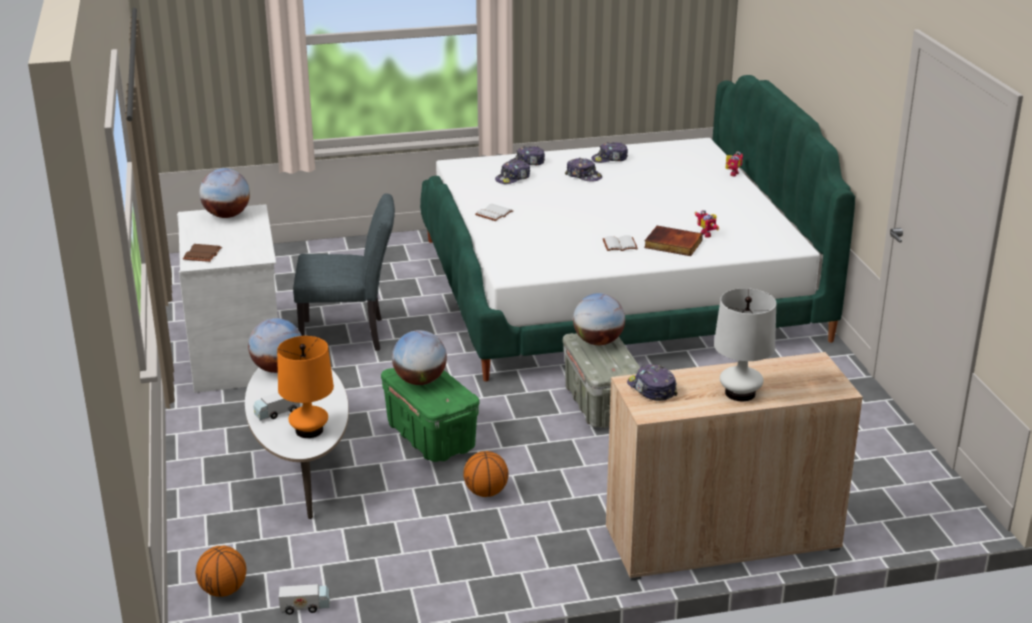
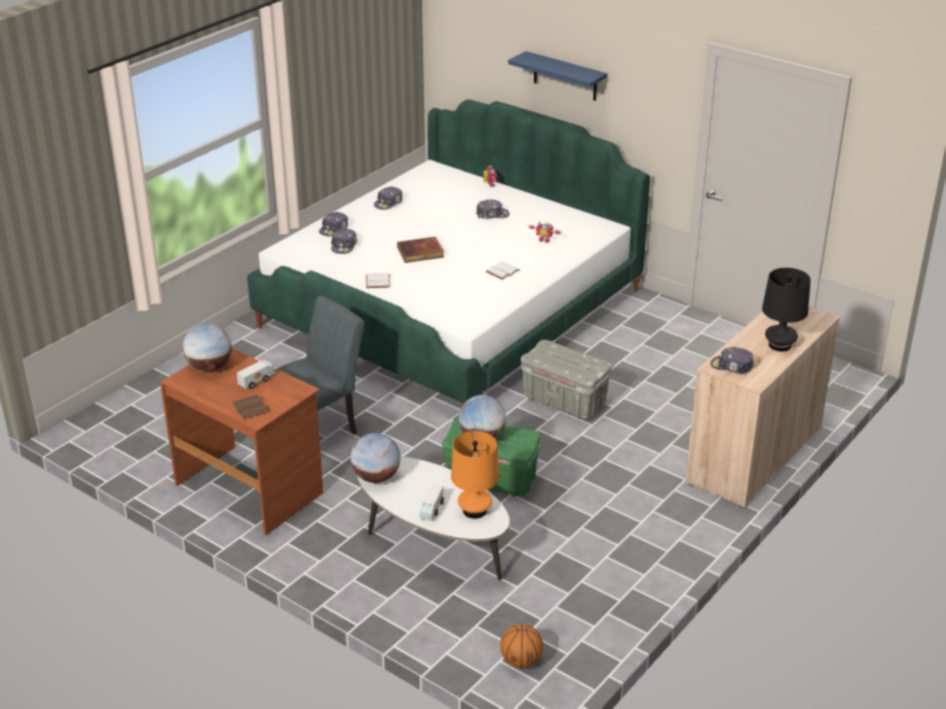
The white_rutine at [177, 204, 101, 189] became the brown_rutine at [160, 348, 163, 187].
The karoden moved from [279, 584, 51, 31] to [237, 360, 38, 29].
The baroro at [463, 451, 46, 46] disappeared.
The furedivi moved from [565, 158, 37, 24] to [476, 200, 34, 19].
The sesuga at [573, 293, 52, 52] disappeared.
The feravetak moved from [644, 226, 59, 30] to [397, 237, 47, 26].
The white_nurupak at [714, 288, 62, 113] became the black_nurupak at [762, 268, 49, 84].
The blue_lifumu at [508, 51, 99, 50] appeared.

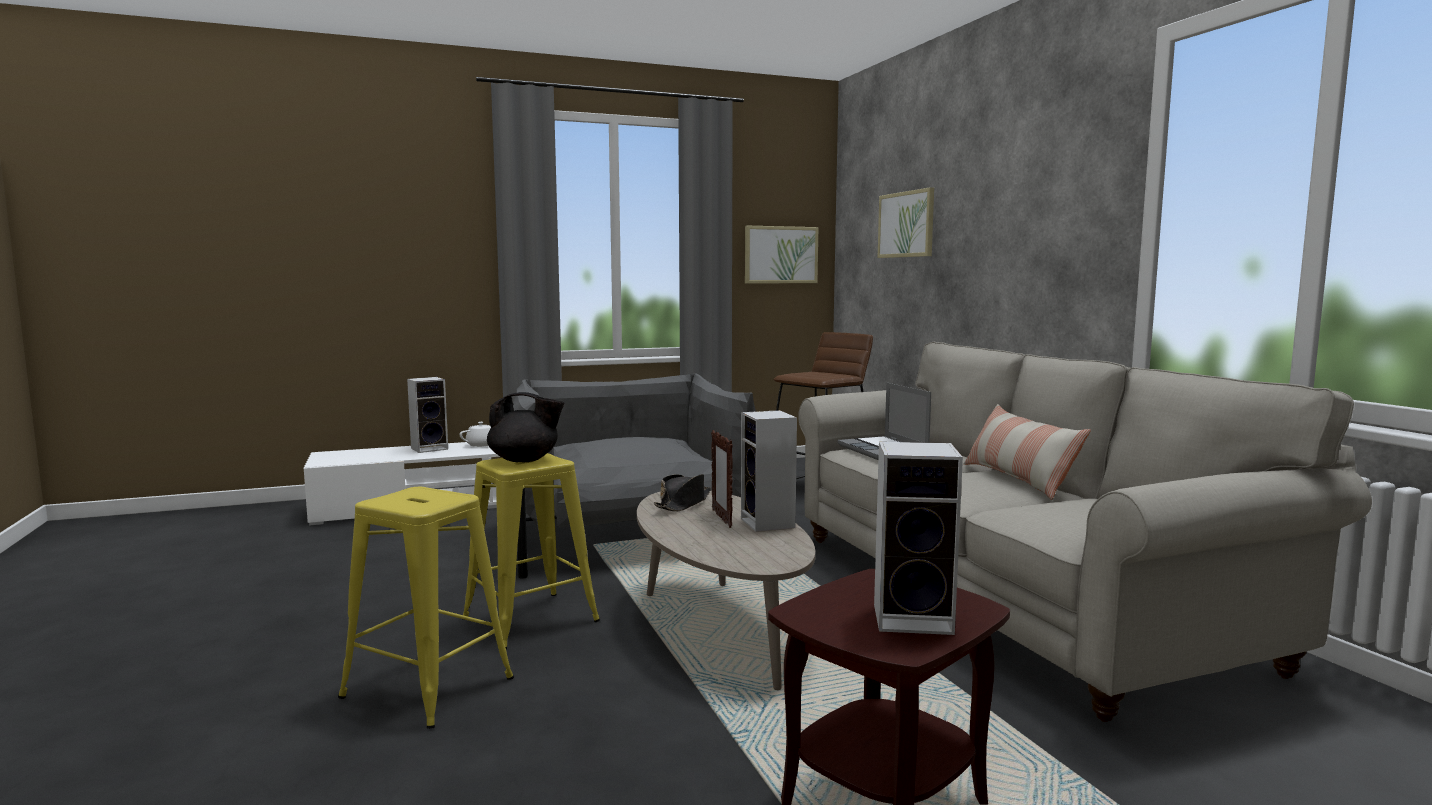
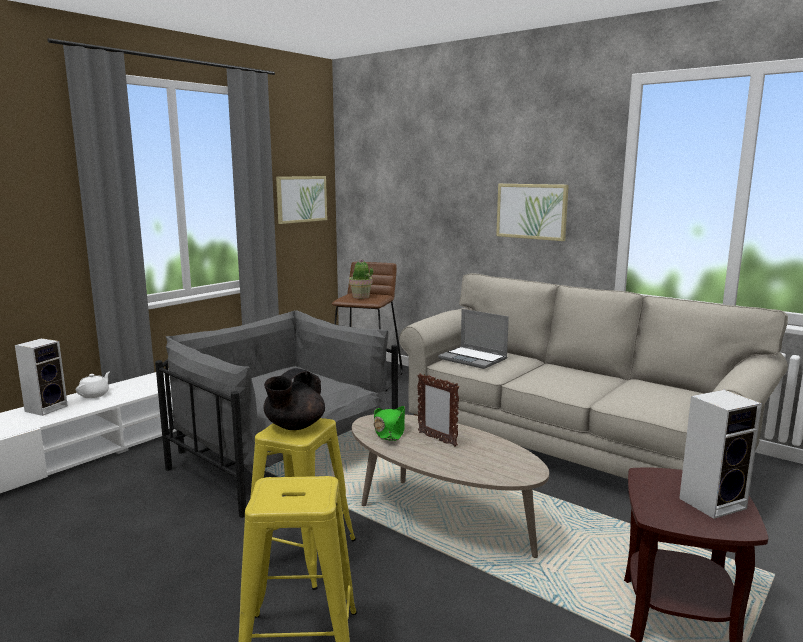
The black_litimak at [487, 392, 77, 70] turned 150 degrees clockwise.
The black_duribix at [654, 474, 57, 37] became the green_duribix at [373, 406, 32, 35].
The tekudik at [741, 410, 56, 122] disappeared.
The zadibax moved from [878, 187, 56, 71] to [496, 184, 73, 57].
The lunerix at [964, 404, 127, 96] disappeared.
The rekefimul at [349, 259, 24, 40] appeared.

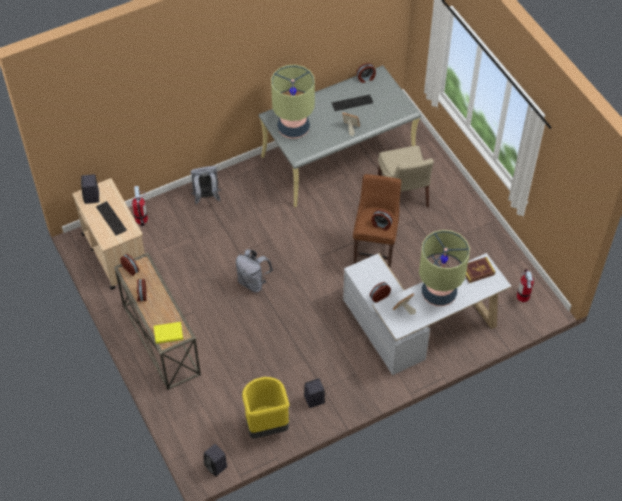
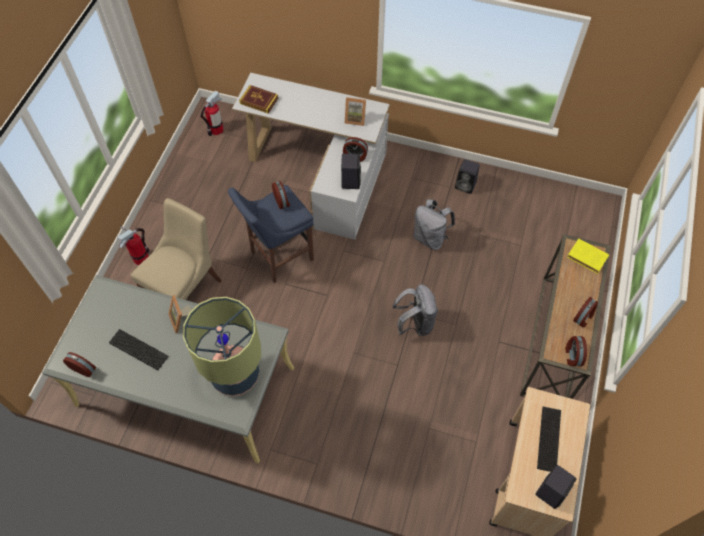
The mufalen moved from [132, 186, 16, 40] to [117, 226, 33, 39].
The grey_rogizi moved from [190, 166, 31, 38] to [413, 199, 42, 51].
The black_tekudik moved from [204, 444, 23, 33] to [341, 154, 20, 35].
The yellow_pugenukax at [242, 377, 48, 61] disappeared.
The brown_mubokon at [353, 174, 48, 95] became the blue_mubokon at [228, 185, 86, 98].
The nurupak at [419, 230, 51, 76] disappeared.

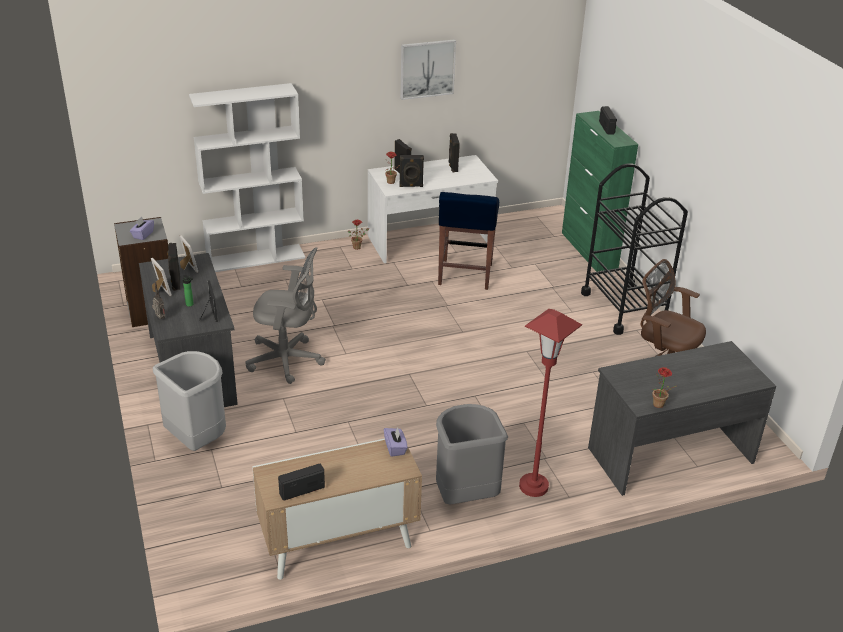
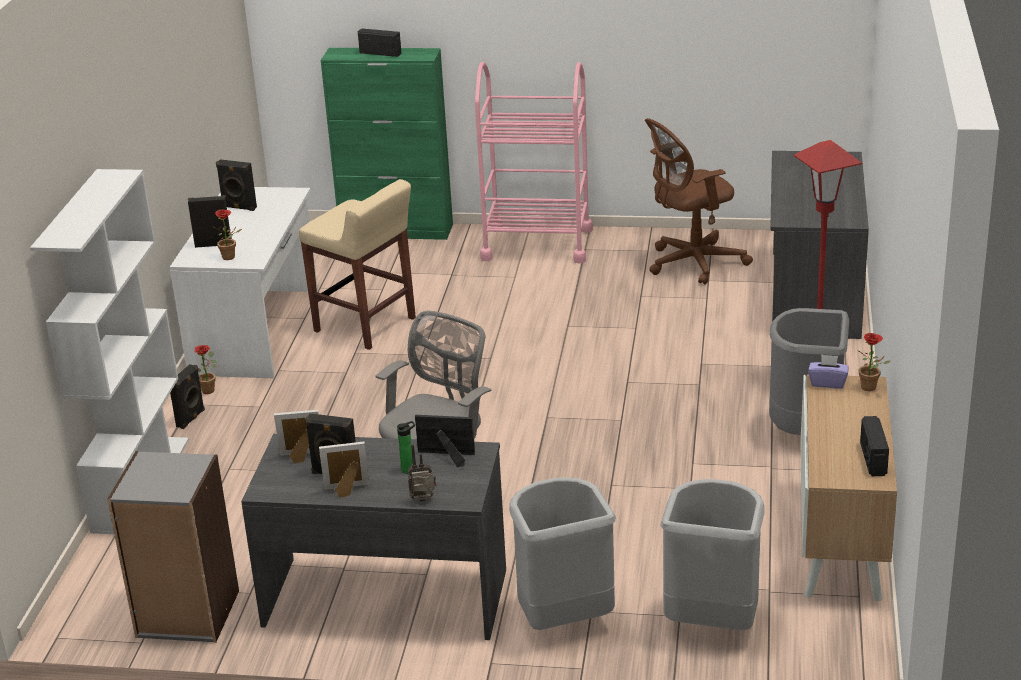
The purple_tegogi at [130, 217, 24, 23] disappeared.
The black_tekudik moved from [399, 155, 25, 32] to [170, 364, 35, 65].
The zadibax at [401, 39, 55, 61] disappeared.
The blue_mubokon at [438, 192, 61, 98] became the beige_mubokon at [299, 179, 117, 171].
The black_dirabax at [581, 164, 107, 171] became the pink_dirabax at [475, 62, 118, 202].
The rekefimul moved from [652, 367, 25, 41] to [857, 333, 33, 58].
The grey_pugenukax at [660, 479, 105, 151] appeared.

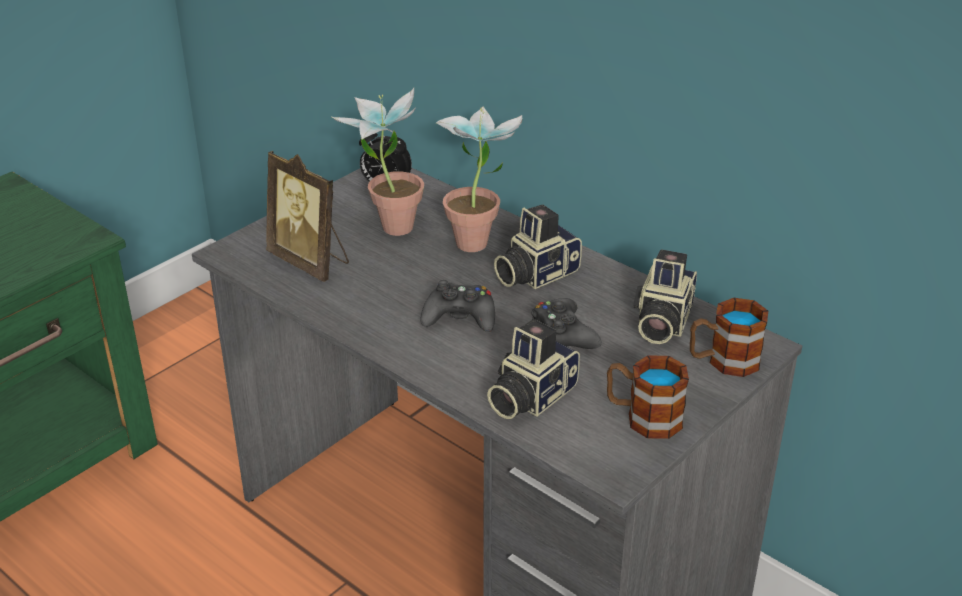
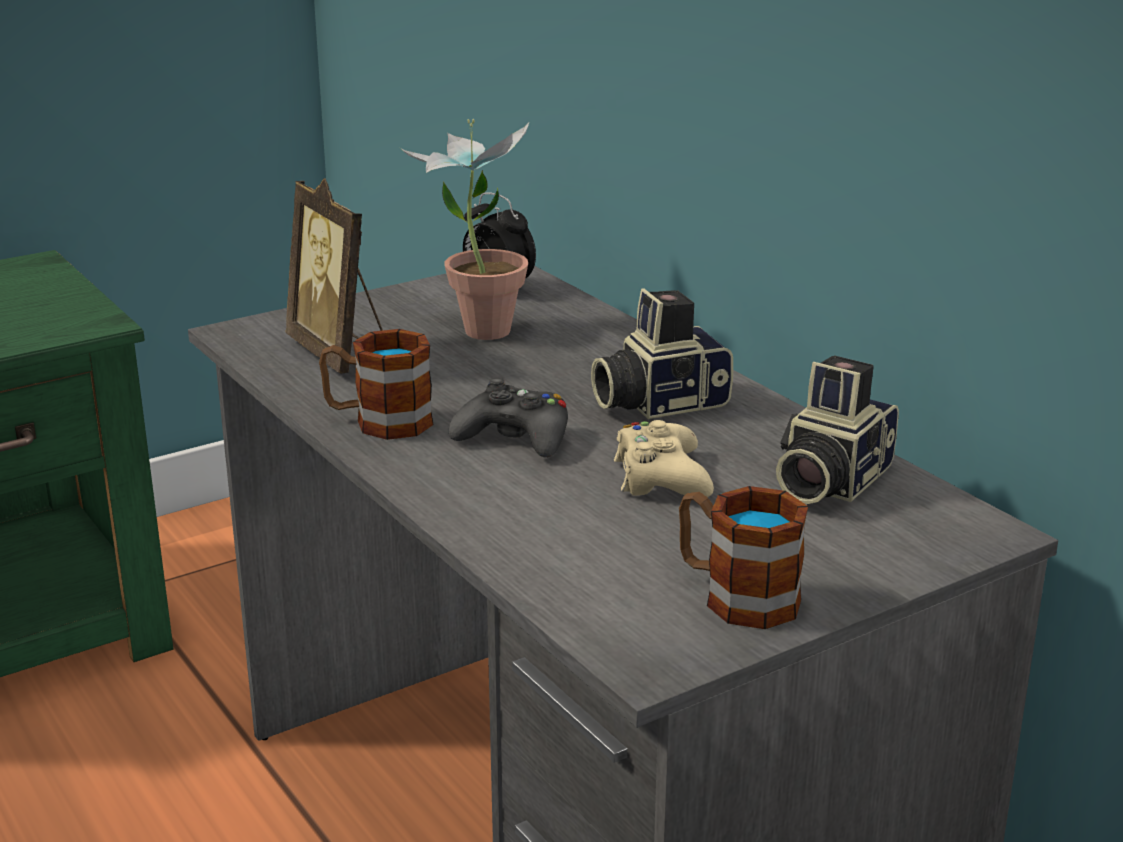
The rekefimul at [436, 106, 86, 146] disappeared.
The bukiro at [487, 319, 93, 100] disappeared.
The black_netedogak at [532, 298, 70, 51] became the beige_netedogak at [614, 420, 100, 77].
The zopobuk moved from [690, 298, 78, 79] to [319, 329, 115, 111].

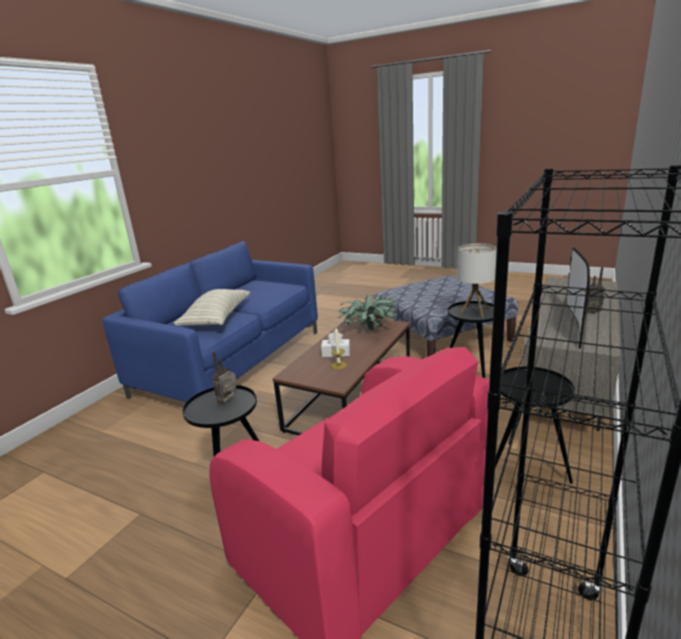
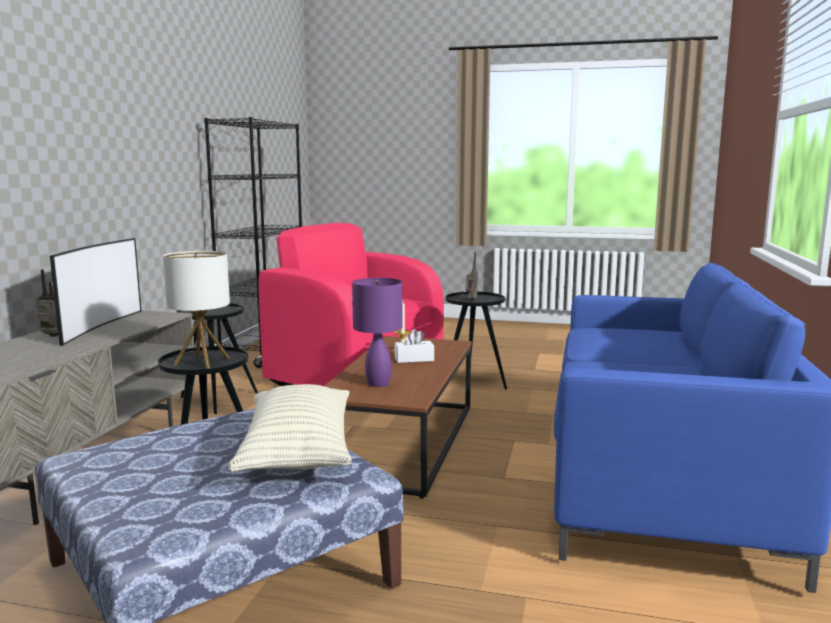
The lunerix moved from [173, 289, 78, 37] to [228, 384, 124, 89].
The rekefimul at [338, 295, 60, 35] was replaced by the purple_nurupak at [352, 278, 50, 109].

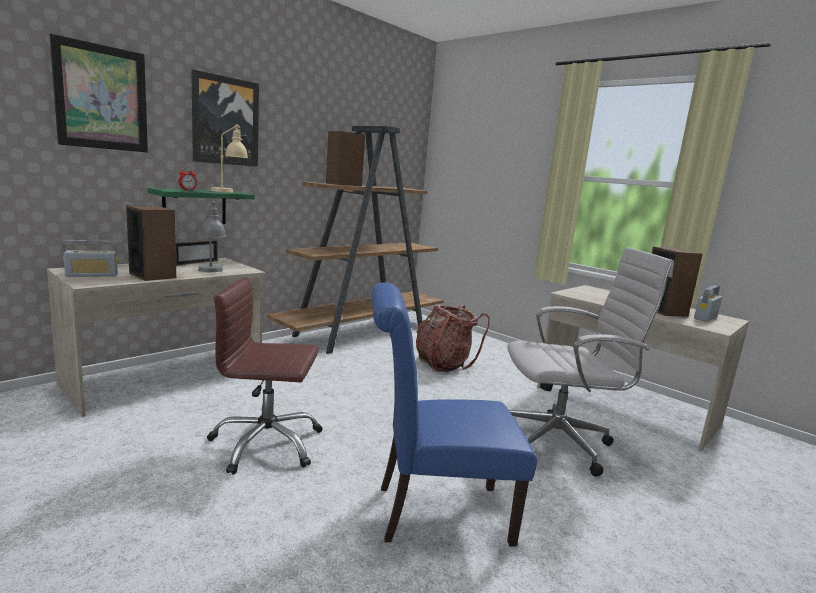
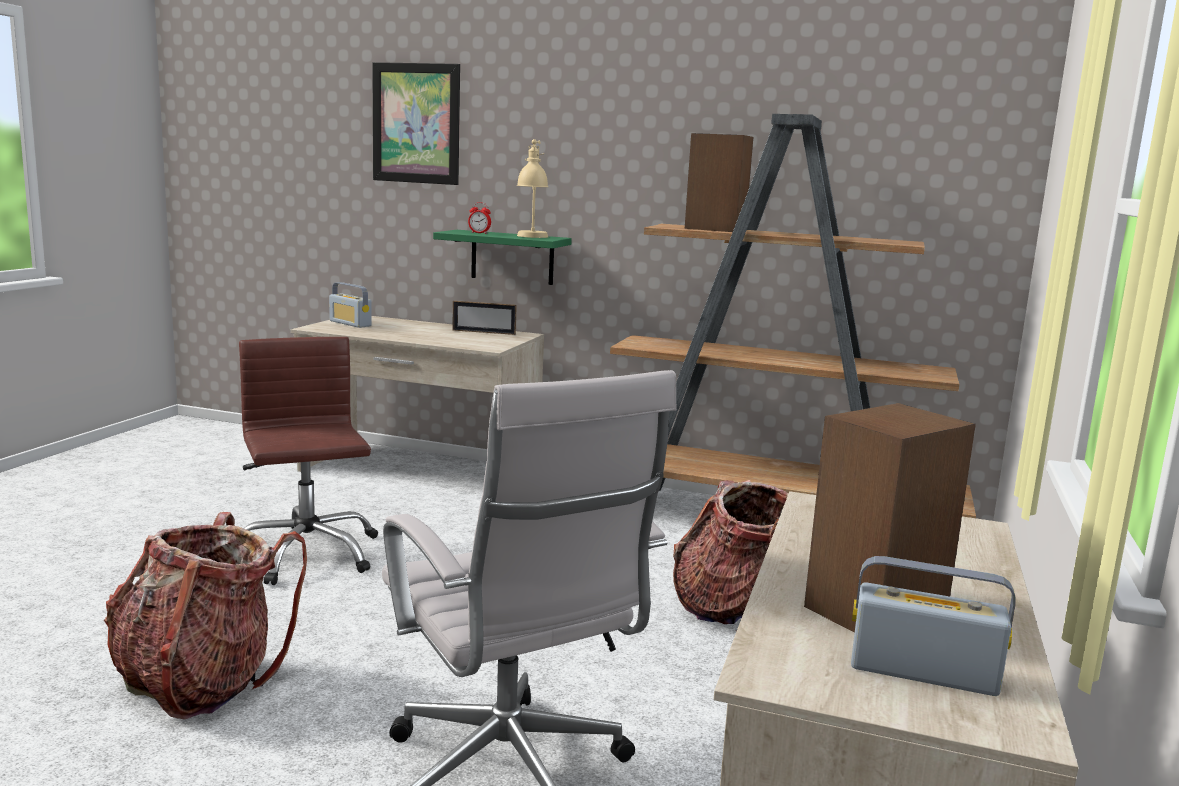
The tekudik at [126, 206, 50, 75] disappeared.
The zadibax at [191, 69, 68, 98] disappeared.
The grey_nurupak at [198, 201, 28, 71] disappeared.
The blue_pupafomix at [371, 282, 166, 265] was replaced by the rogizi at [104, 512, 203, 208].

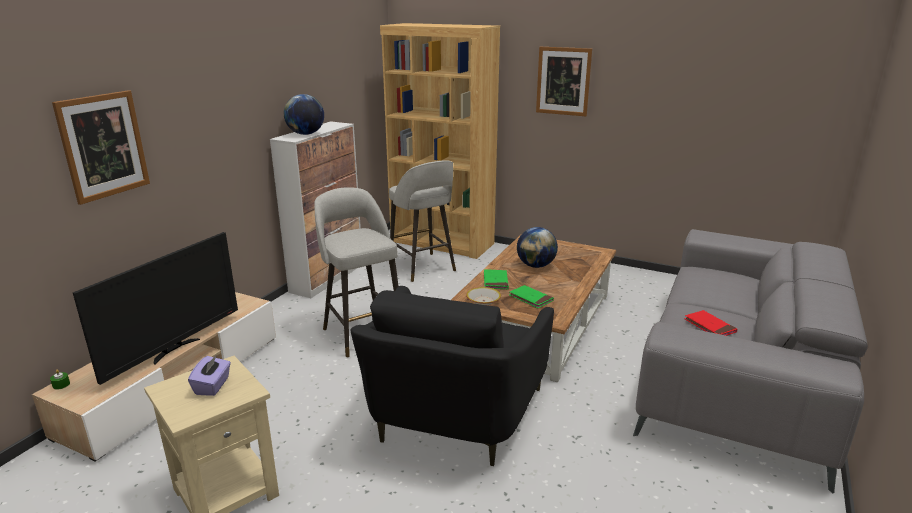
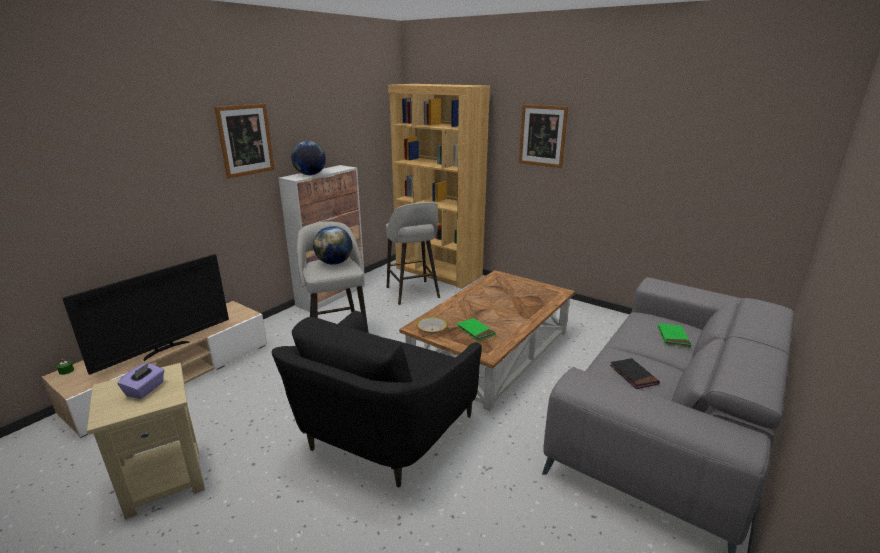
The zadibax moved from [52, 90, 98, 115] to [215, 104, 60, 74].
The green_feravetak moved from [484, 269, 25, 20] to [658, 323, 33, 25].
The sesuga moved from [517, 227, 41, 41] to [313, 226, 39, 39].
The red_feravetak at [684, 310, 53, 26] became the black_feravetak at [610, 358, 50, 31].

